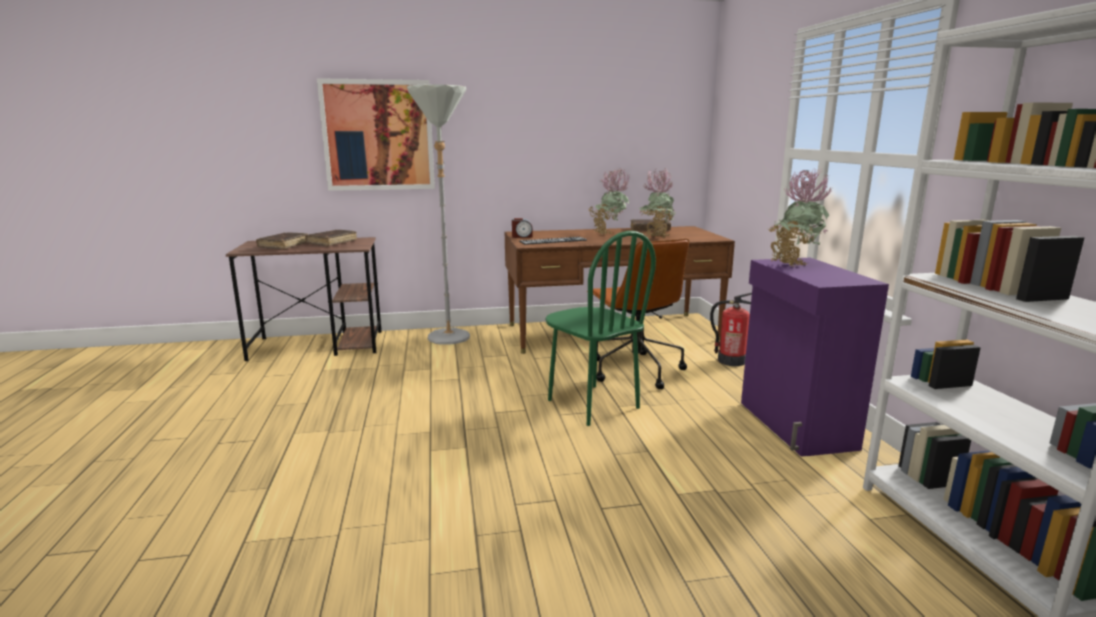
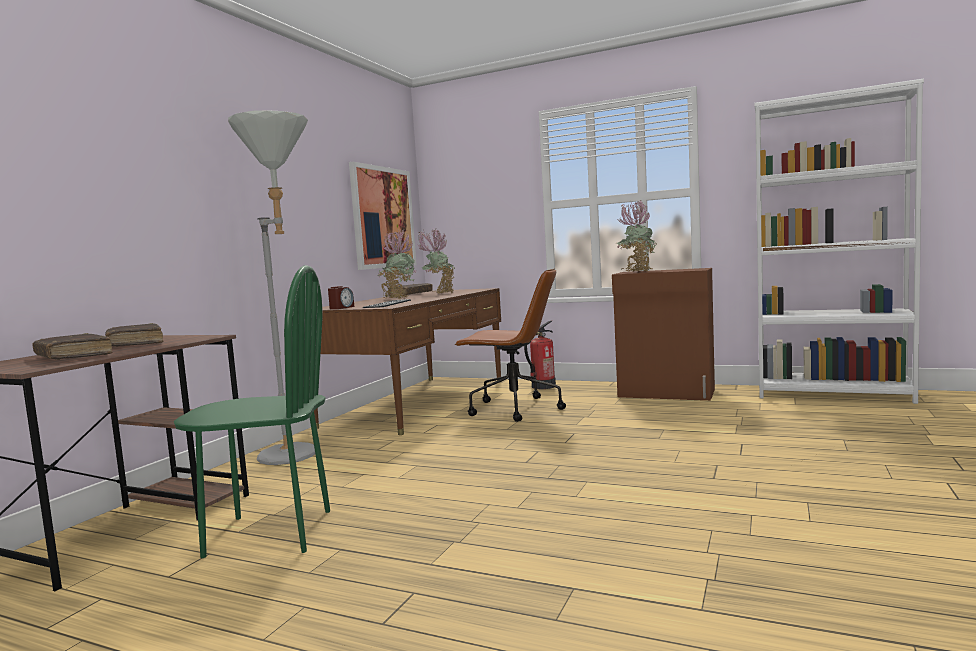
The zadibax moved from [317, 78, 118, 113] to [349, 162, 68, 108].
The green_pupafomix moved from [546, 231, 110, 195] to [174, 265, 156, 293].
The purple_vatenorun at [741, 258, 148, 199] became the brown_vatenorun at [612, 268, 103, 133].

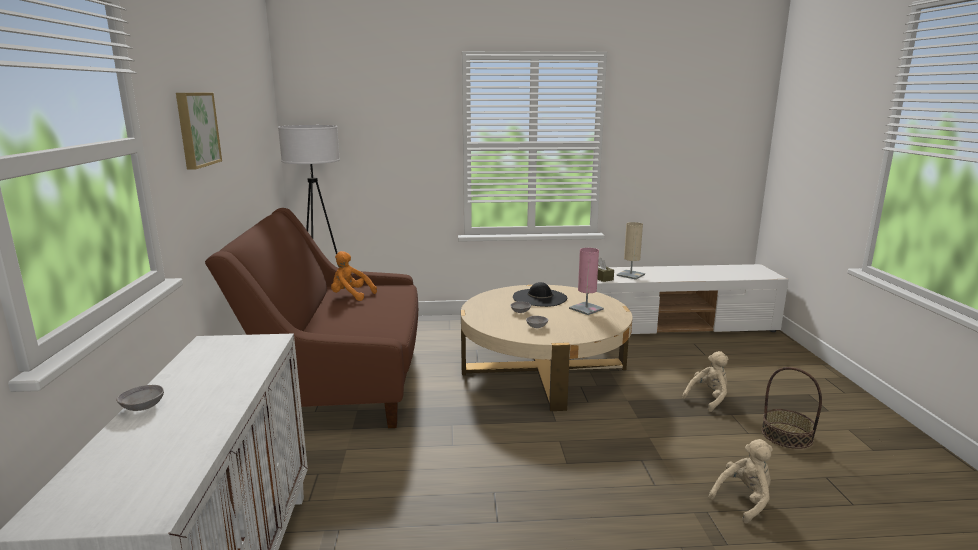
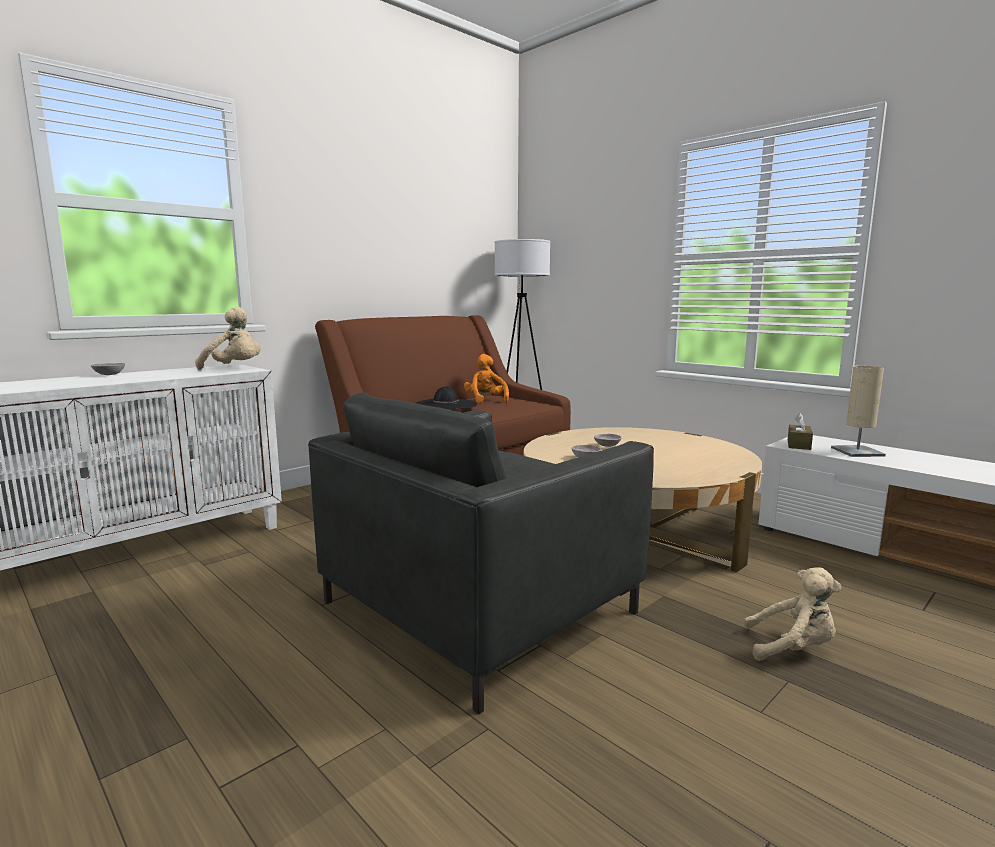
The zadibax at [176, 93, 46, 77] disappeared.
The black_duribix moved from [513, 282, 54, 25] to [416, 386, 61, 23].
The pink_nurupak at [569, 248, 35, 67] disappeared.
The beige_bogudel moved from [709, 439, 64, 85] to [195, 307, 65, 63].
The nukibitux at [761, 367, 61, 82] disappeared.
The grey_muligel at [308, 392, 346, 322] appeared.

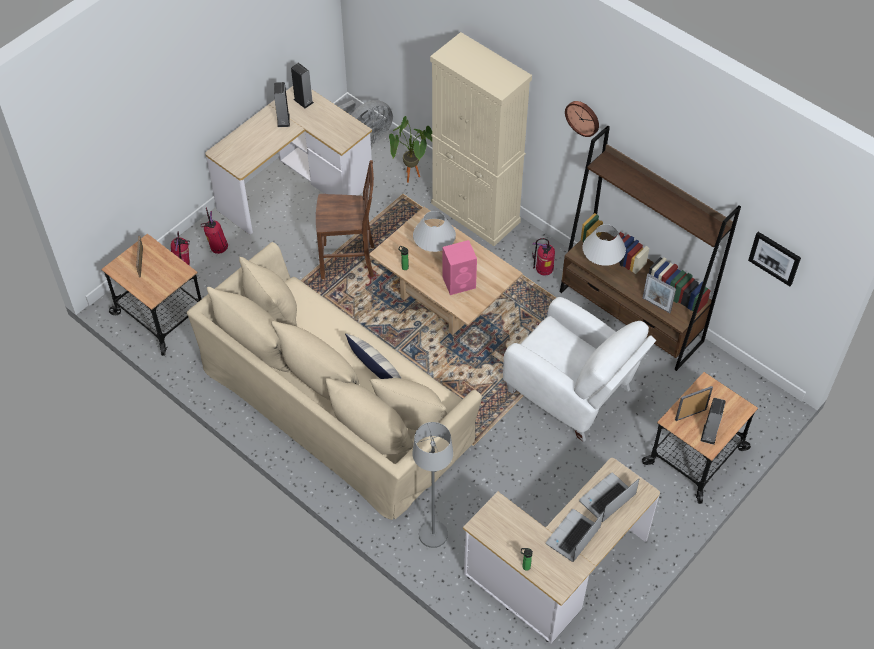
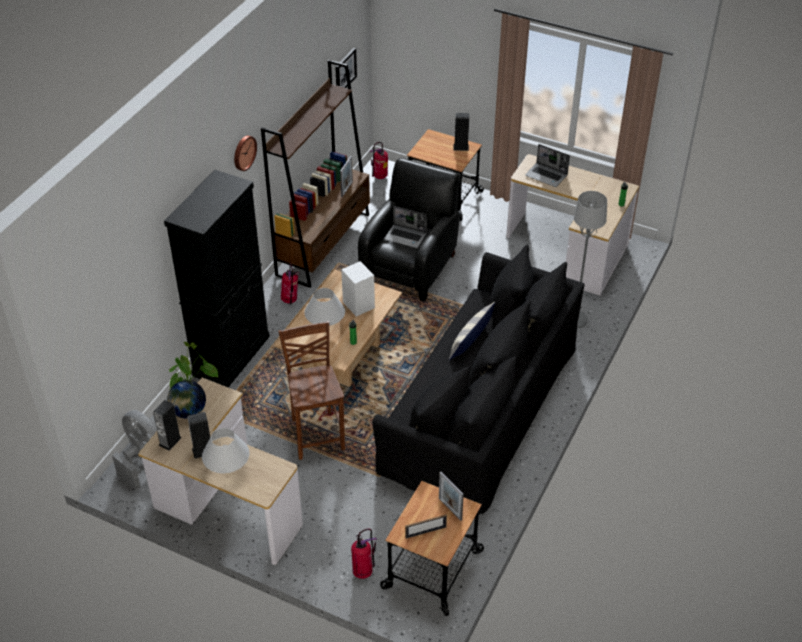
The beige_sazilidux at [187, 242, 295, 278] became the black_sazilidux at [372, 244, 213, 271].
The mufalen moved from [201, 208, 27, 46] to [369, 142, 19, 37].
The beige_vatenorun at [430, 32, 102, 214] became the black_vatenorun at [164, 170, 106, 217].
The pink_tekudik at [442, 240, 35, 55] became the white_tekudik at [341, 261, 34, 55].
The white_muligel at [503, 297, 153, 145] became the black_muligel at [358, 158, 103, 143].
The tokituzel moved from [546, 509, 58, 53] to [384, 206, 43, 42].
The white_nurupak moved from [583, 224, 43, 42] to [202, 428, 47, 45].
The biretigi moved from [675, 386, 38, 35] to [439, 472, 25, 49].
The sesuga at [167, 380, 39, 38] appeared.

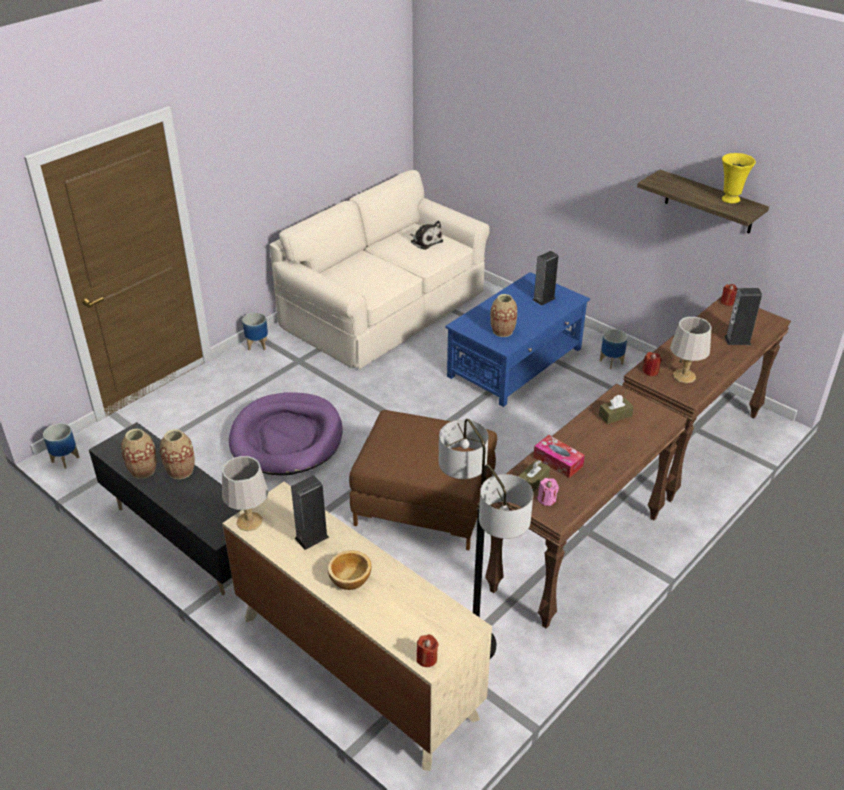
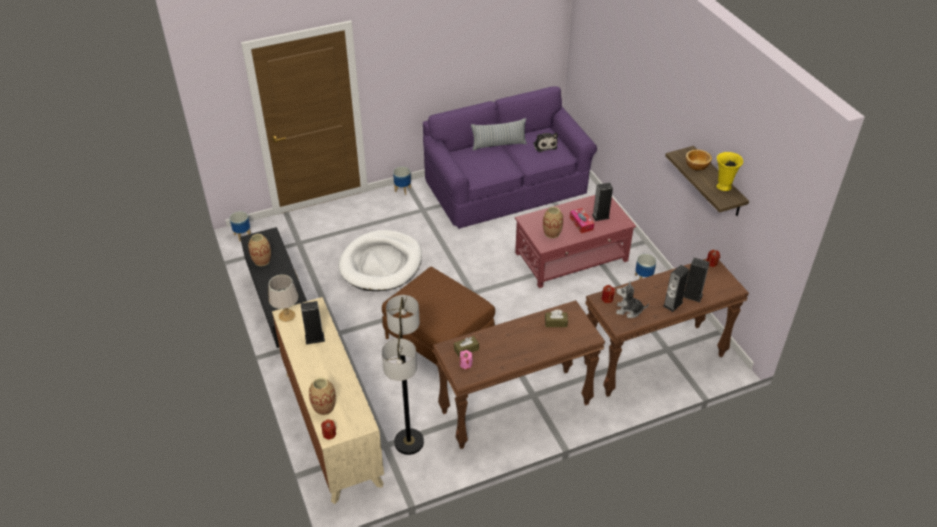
The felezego moved from [160, 429, 35, 50] to [309, 378, 27, 37].
The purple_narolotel at [229, 392, 114, 84] became the white_narolotel at [338, 230, 84, 61].
The beige_sazilidux at [269, 170, 221, 199] became the purple_sazilidux at [423, 86, 174, 143].
The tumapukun moved from [328, 550, 43, 40] to [686, 150, 26, 21].
The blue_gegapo at [445, 272, 145, 135] became the red_gegapo at [515, 195, 121, 93].
The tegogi moved from [533, 435, 52, 43] to [570, 208, 24, 25].
The grey_nurupak at [670, 317, 41, 66] was replaced by the bogudel at [616, 282, 33, 36].
The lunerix at [471, 118, 56, 32] appeared.
The tekudik at [663, 265, 26, 47] appeared.

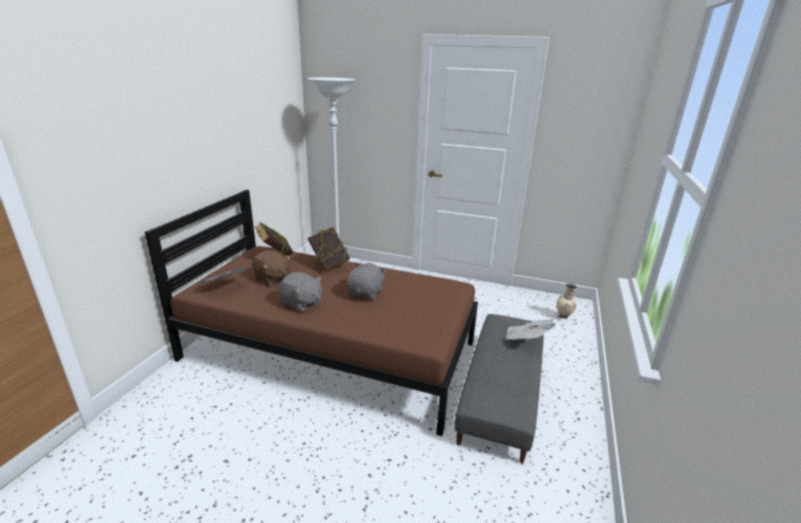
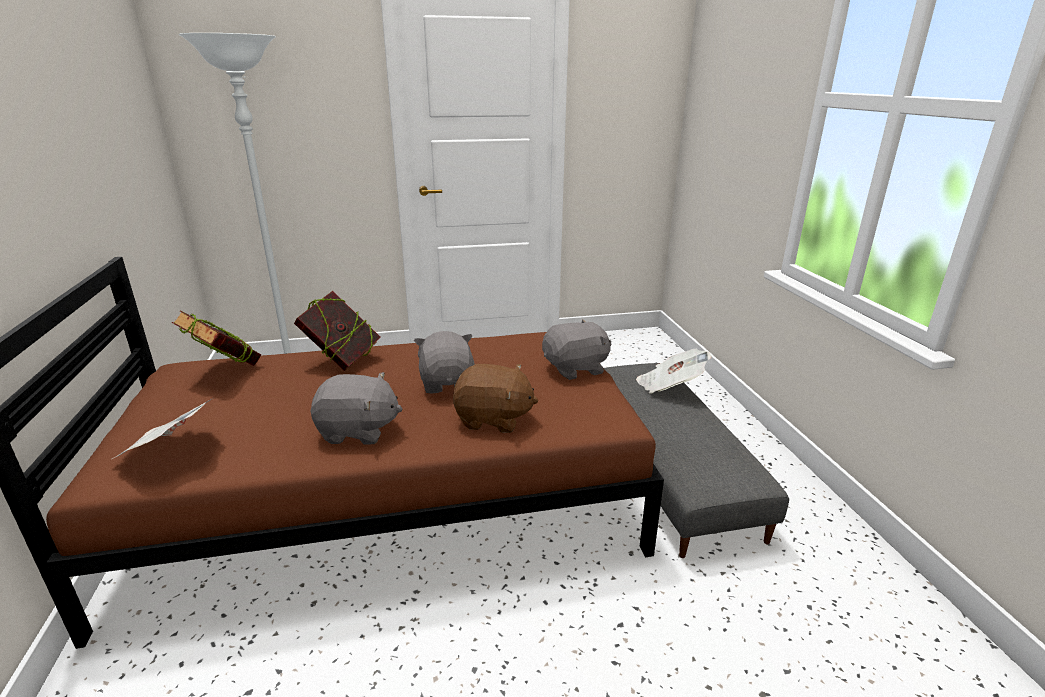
The brown_bogudel moved from [252, 250, 39, 36] to [453, 364, 85, 69].
The beige_felezego at [557, 284, 21, 35] disappeared.
The grey_bogudel at [542, 320, 69, 60] appeared.

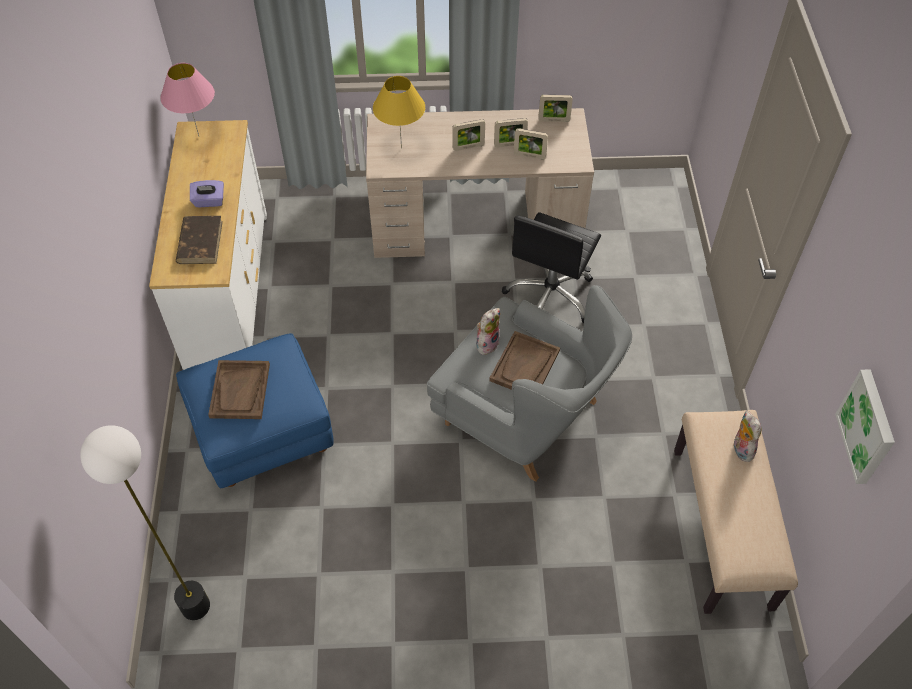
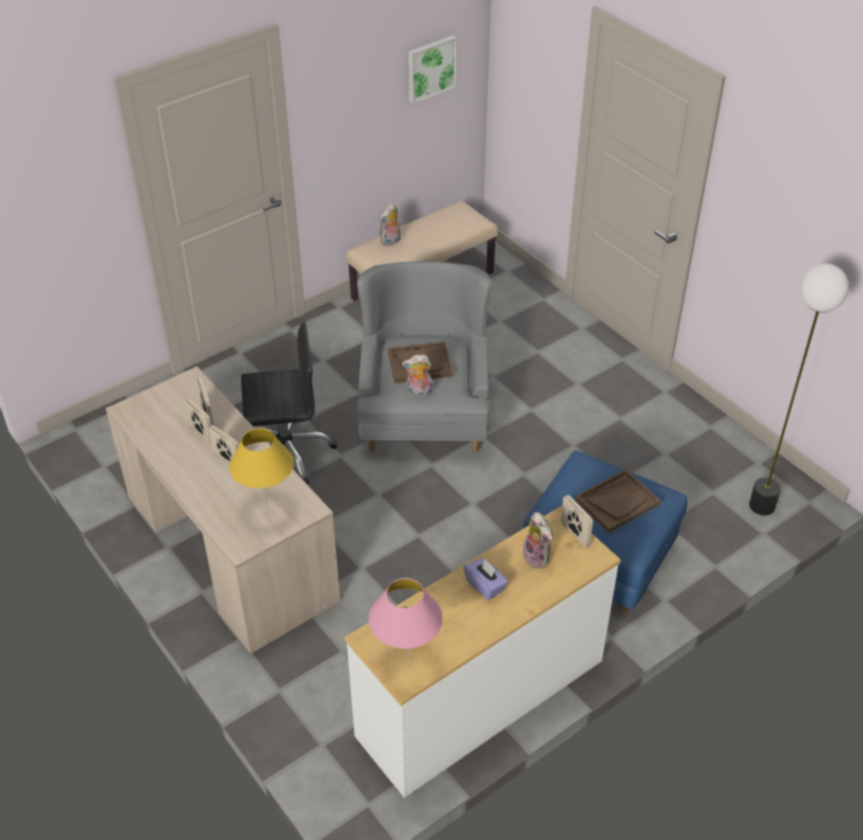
The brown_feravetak at [176, 216, 47, 48] was replaced by the bogudel at [523, 512, 30, 57].
The biretigi moved from [538, 95, 35, 27] to [561, 495, 32, 52].

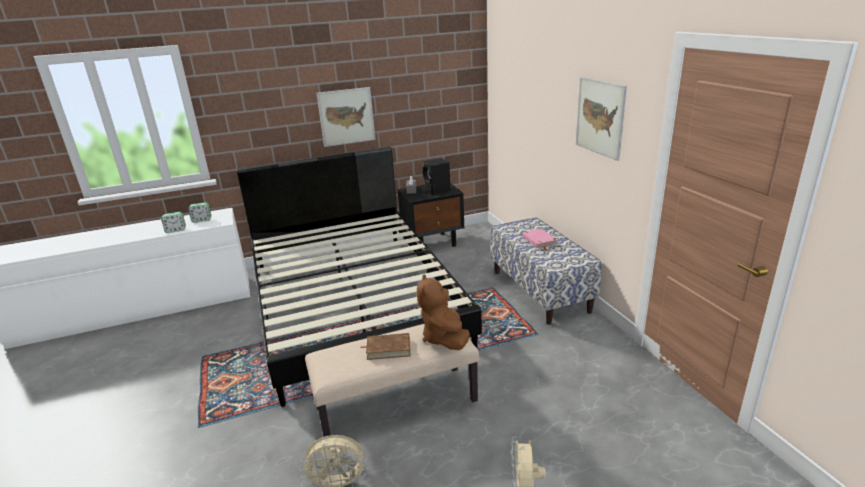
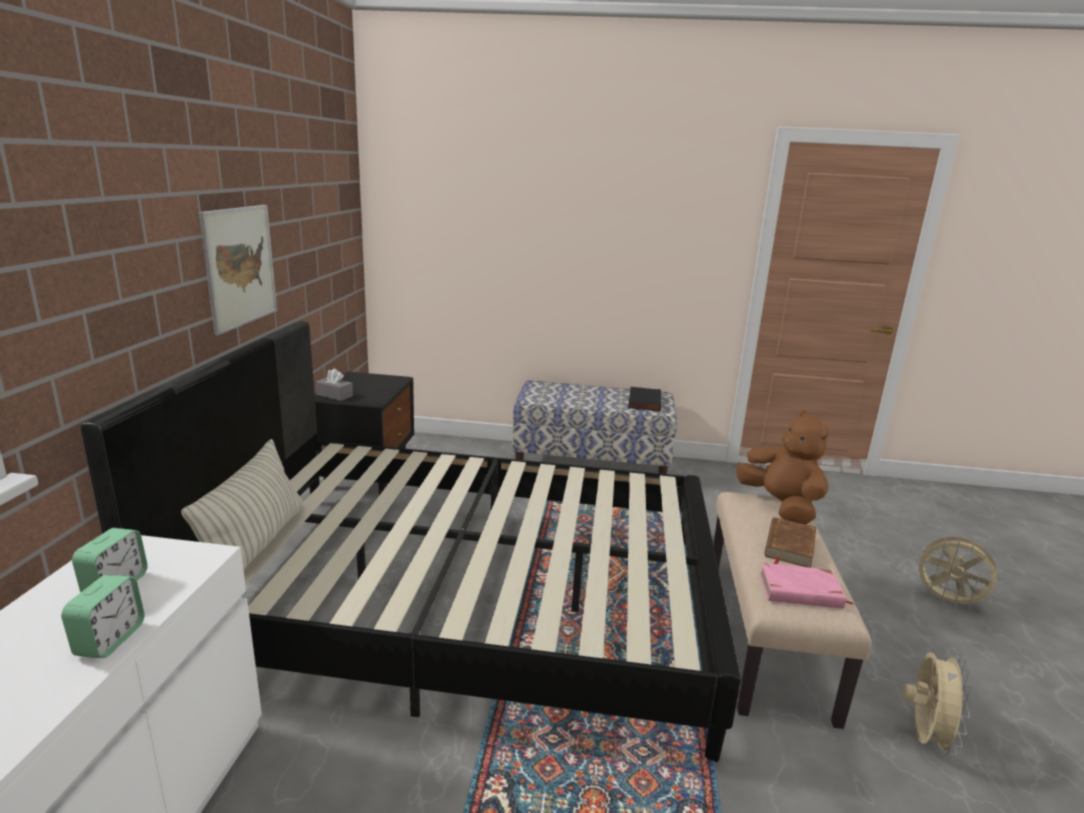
The brown_bogudel at [417, 274, 53, 76] turned 135 degrees counterclockwise.
The black_tekudik at [423, 158, 28, 36] disappeared.
The pink_feravetak moved from [522, 228, 35, 23] to [759, 563, 95, 46].
The zadibax at [576, 77, 51, 84] disappeared.
The lunerix at [181, 439, 124, 131] appeared.
The black_feravetak at [628, 387, 33, 25] appeared.

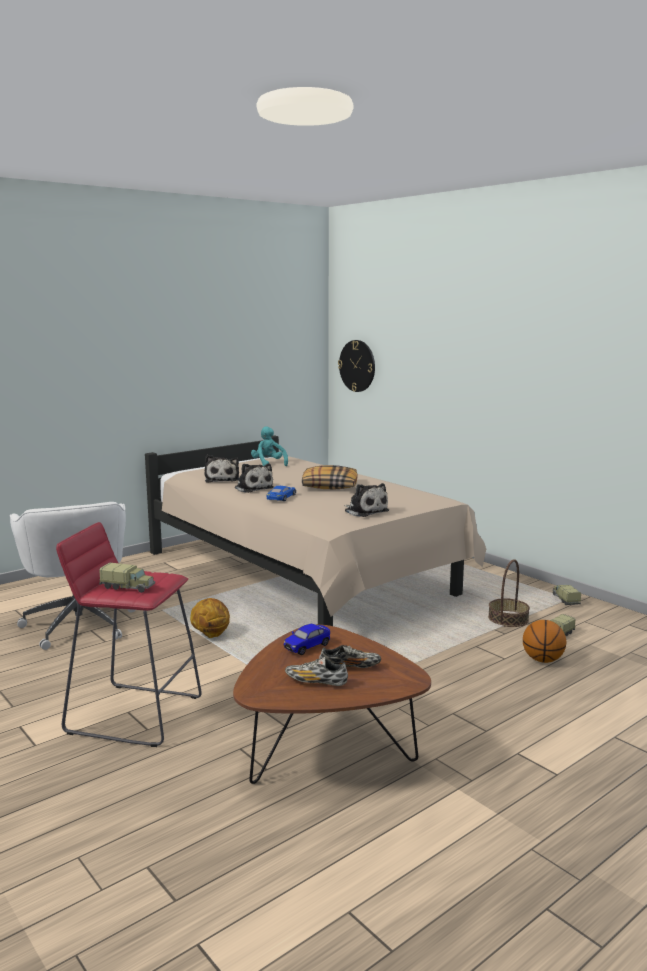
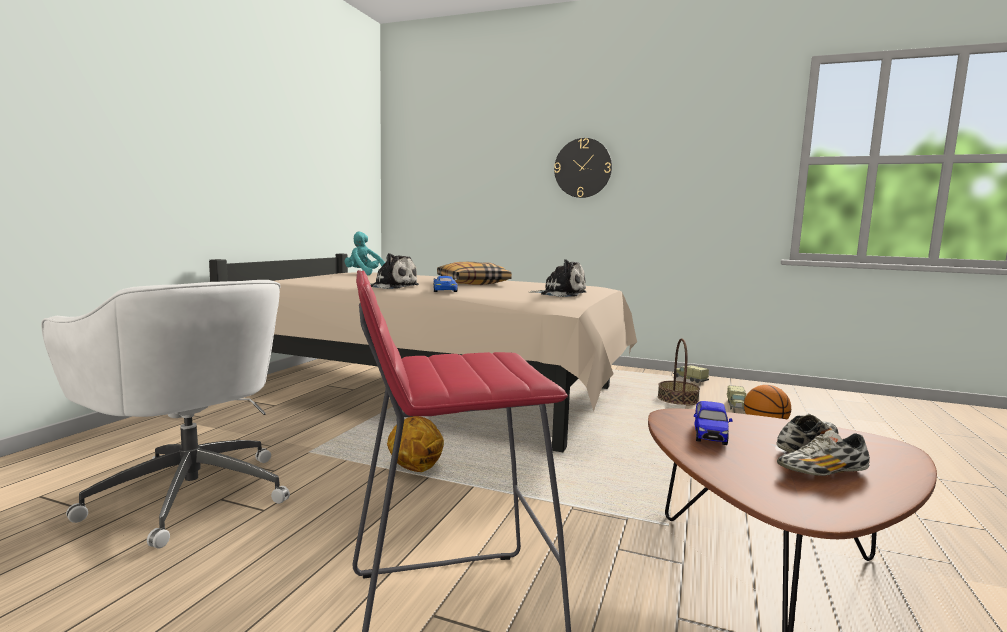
The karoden at [99, 562, 56, 31] disappeared.
The bogudel at [205, 455, 34, 28] disappeared.
The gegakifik moved from [338, 340, 37, 52] to [554, 138, 58, 60].

